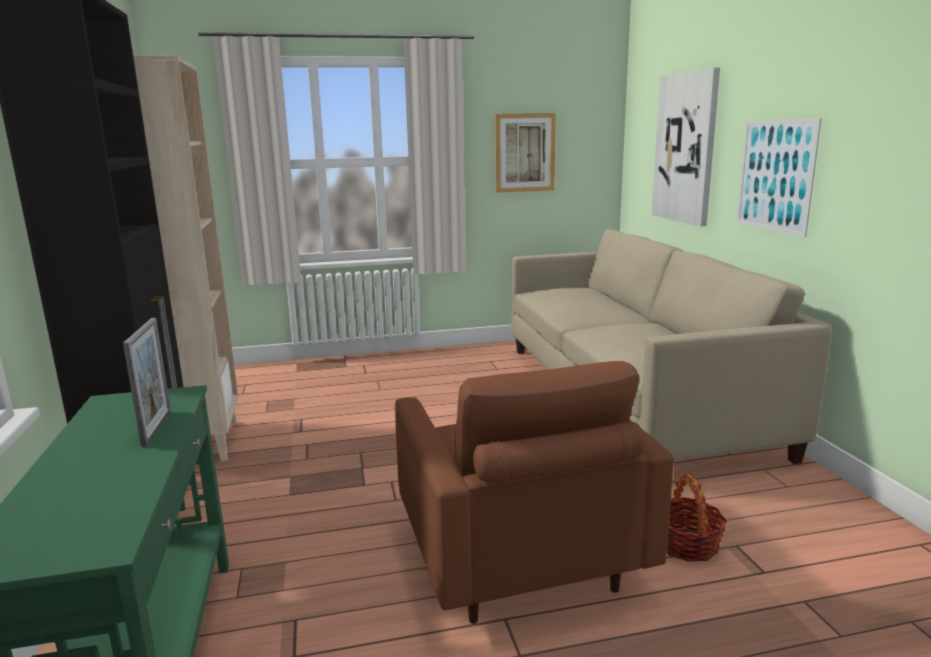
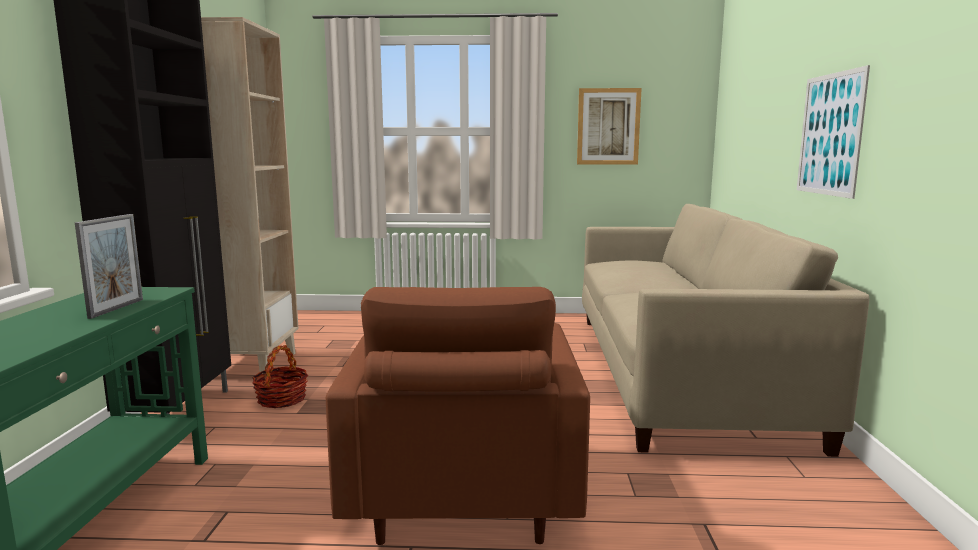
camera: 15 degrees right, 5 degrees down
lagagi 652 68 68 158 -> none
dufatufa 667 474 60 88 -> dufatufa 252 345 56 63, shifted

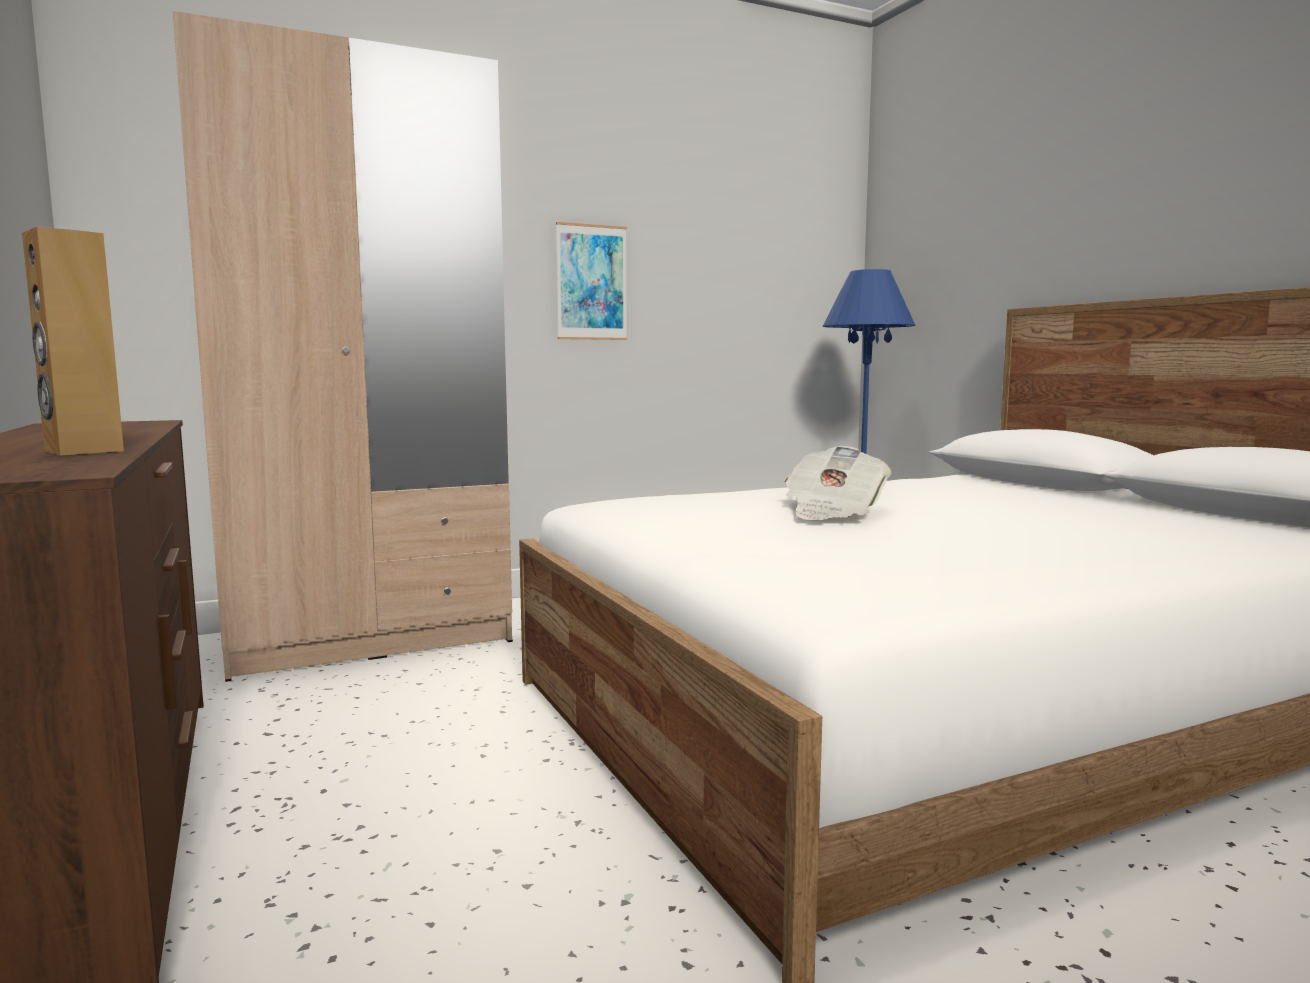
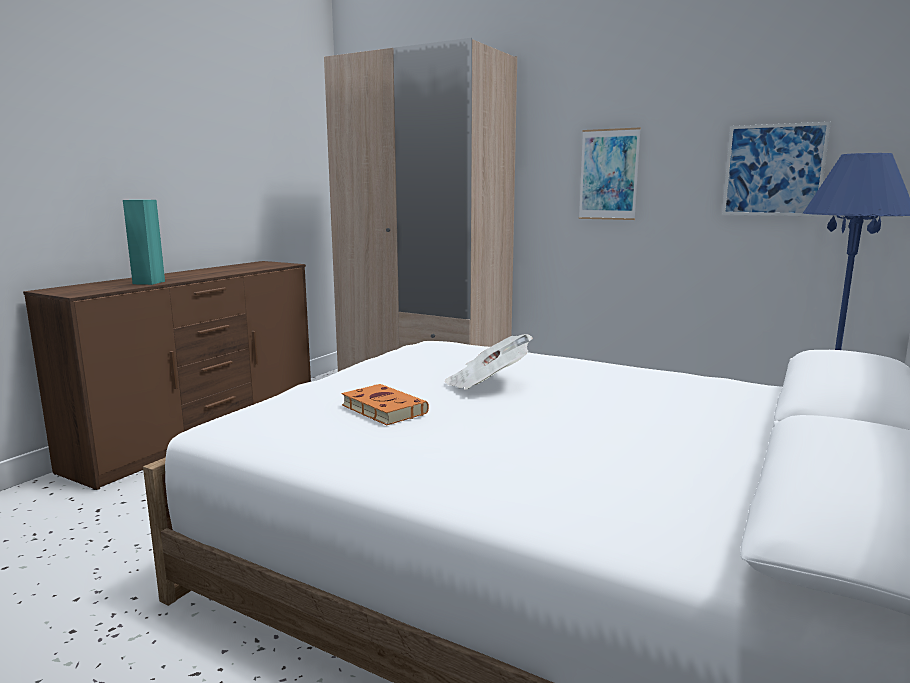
camera: 55 degrees right, 5 degrees up
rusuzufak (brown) 22 226 102 230 -> rusuzufak (turquoise) 123 200 42 85
none -> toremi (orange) 341 384 88 41
none -> lagagi 722 122 109 94

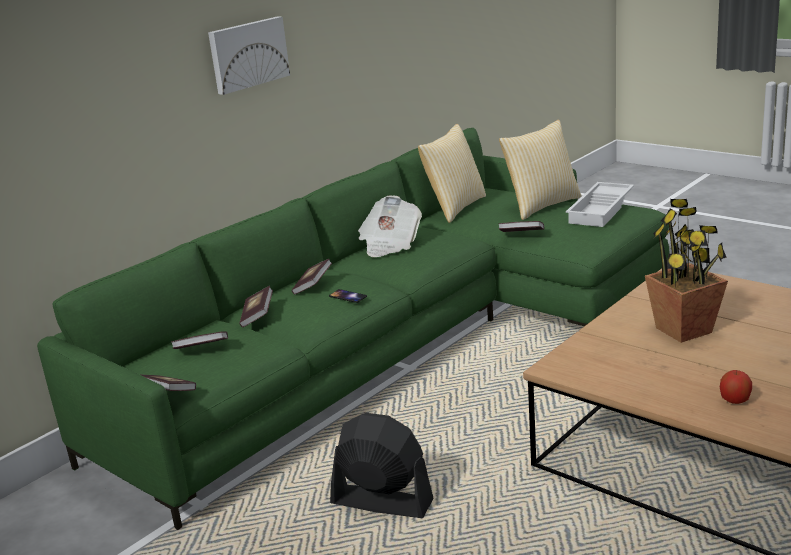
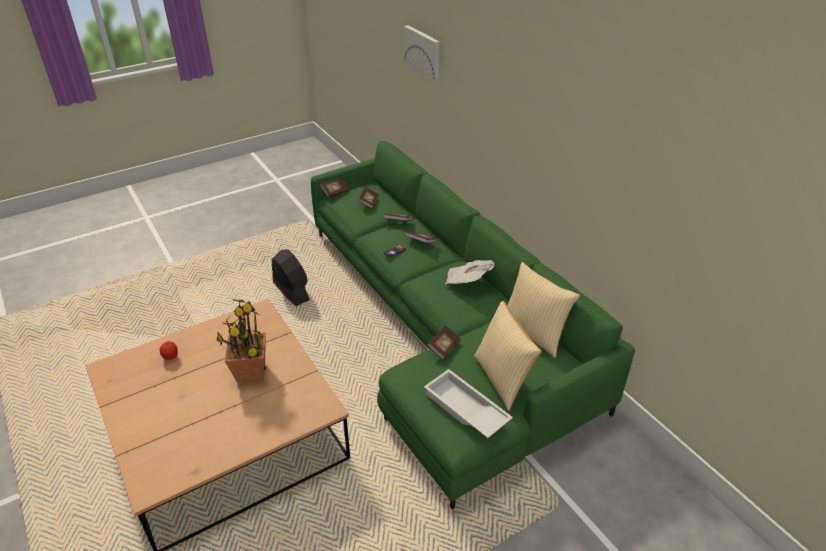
camera: 105 degrees right, 15 degrees up
lagagi 208 16 82 79 -> lagagi 404 25 36 55, shifted
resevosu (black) 330 413 104 105 -> resevosu (black) 272 250 37 56, 75 degrees counterclockwise

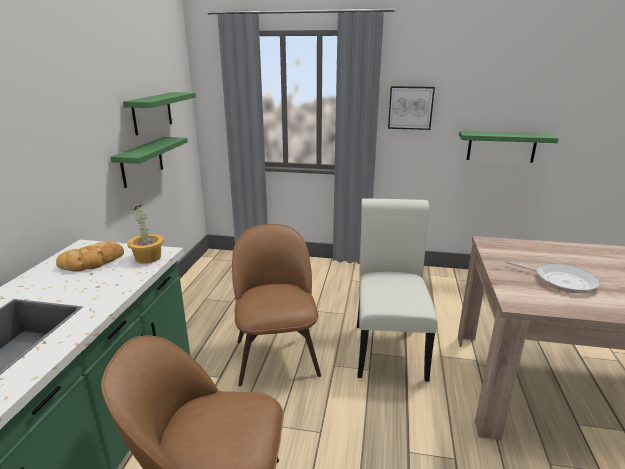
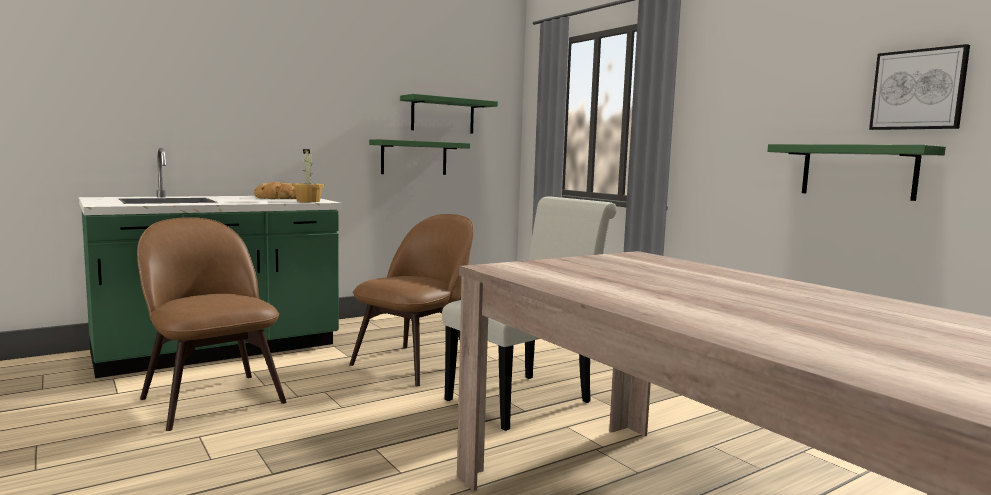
camera: 45 degrees right, 15 degrees down
lagagi 388 86 47 44 -> lagagi 869 44 101 86, shifted
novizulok 506 261 94 32 -> none

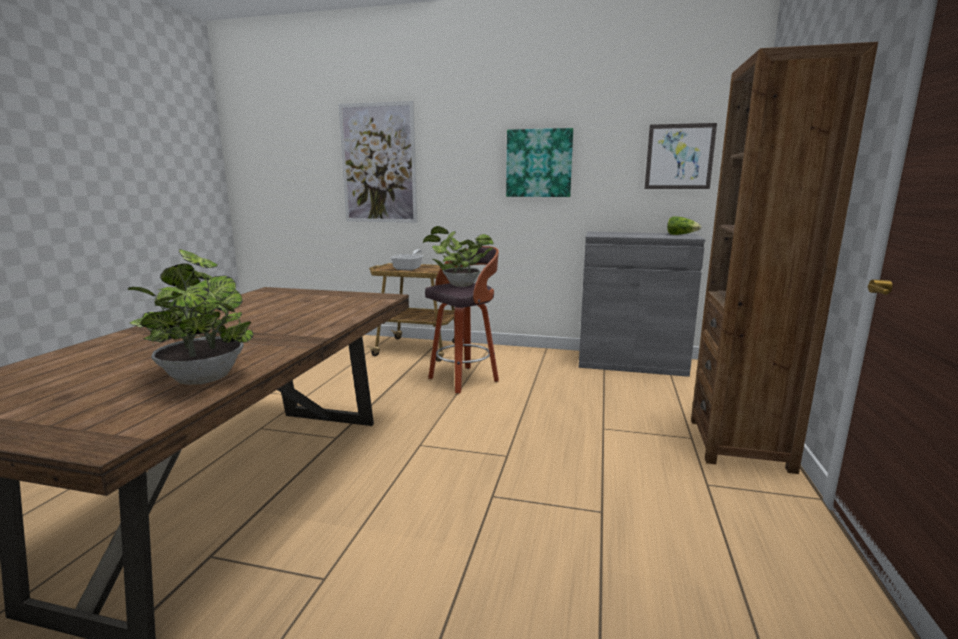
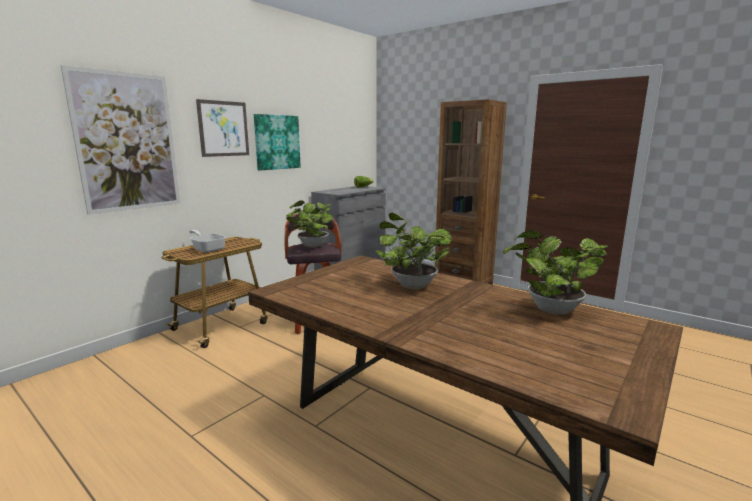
camera: 65 degrees left, 0 degrees up
lagagi 645 123 72 66 -> lagagi 196 99 53 58, shifted
none -> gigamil 375 212 76 77

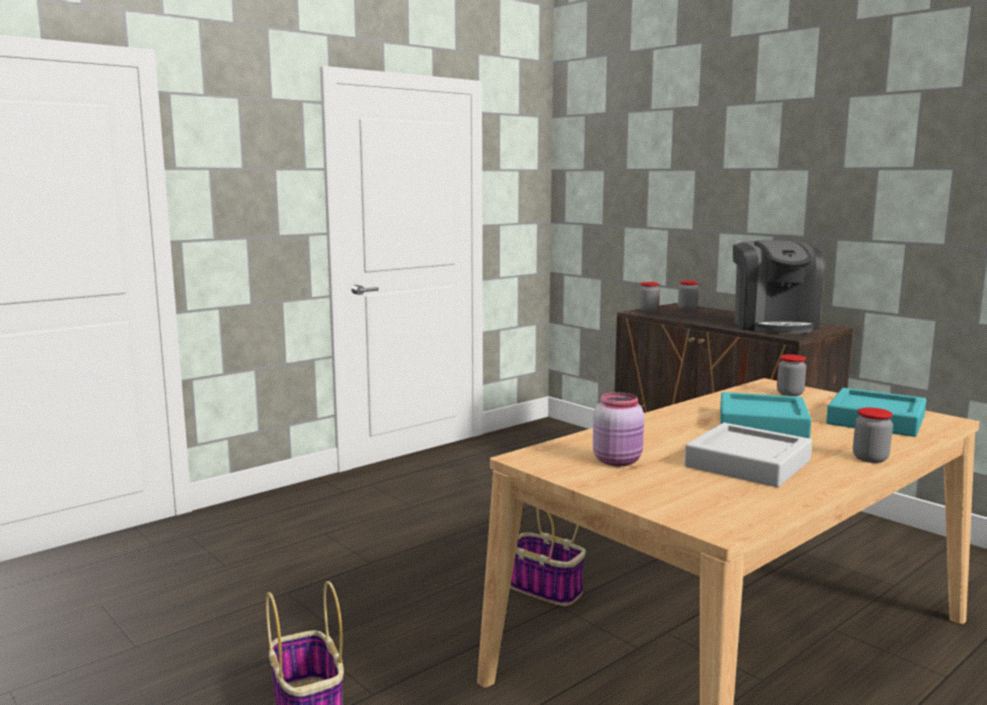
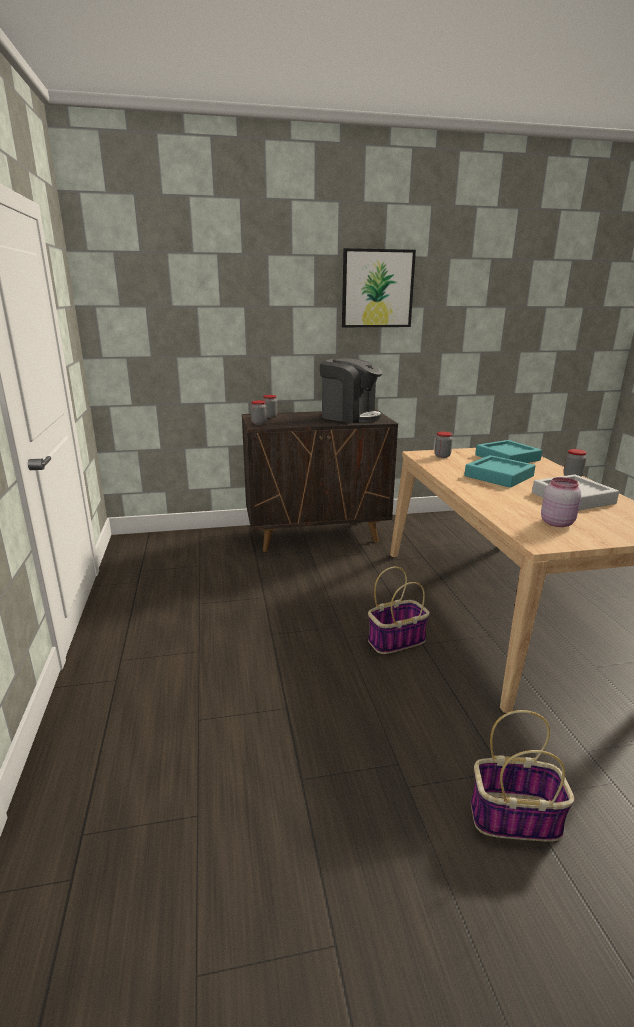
camera: 60 degrees left, 10 degrees up
none -> lagagi 342 248 74 79

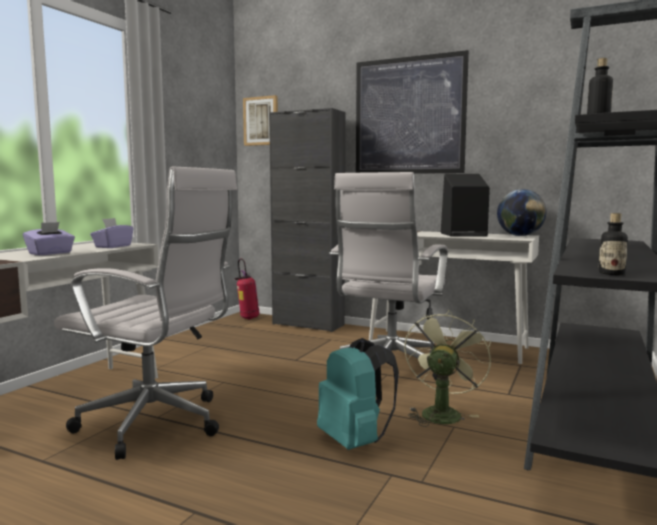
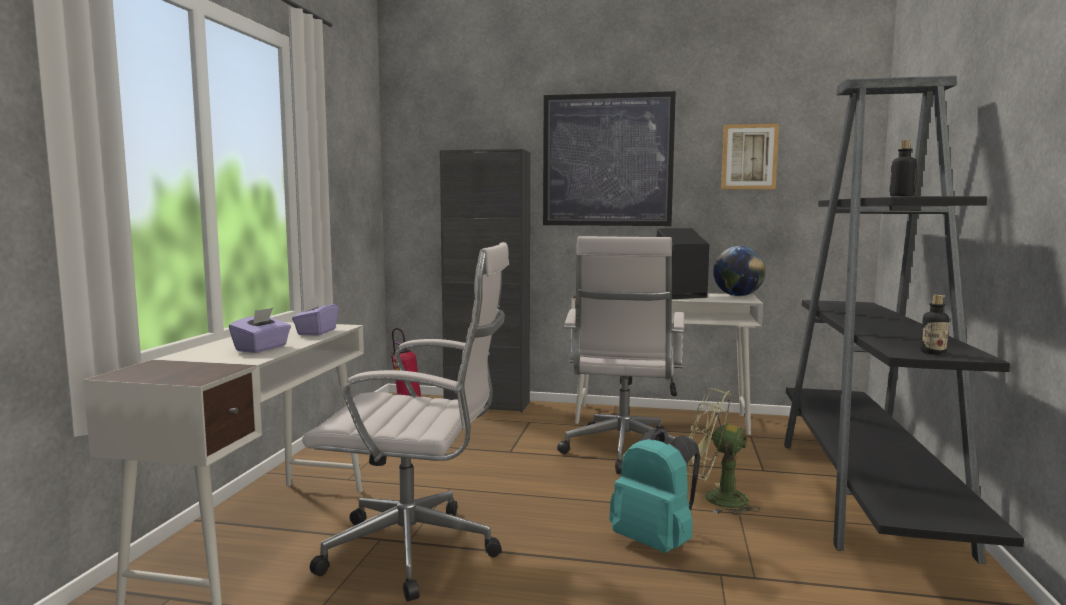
camera: 15 degrees left, 0 degrees up
lagagi 243 95 35 51 -> lagagi 721 124 58 65, shifted
resevosu (green) 405 309 86 118 -> resevosu (green) 687 388 73 127, 75 degrees counterclockwise

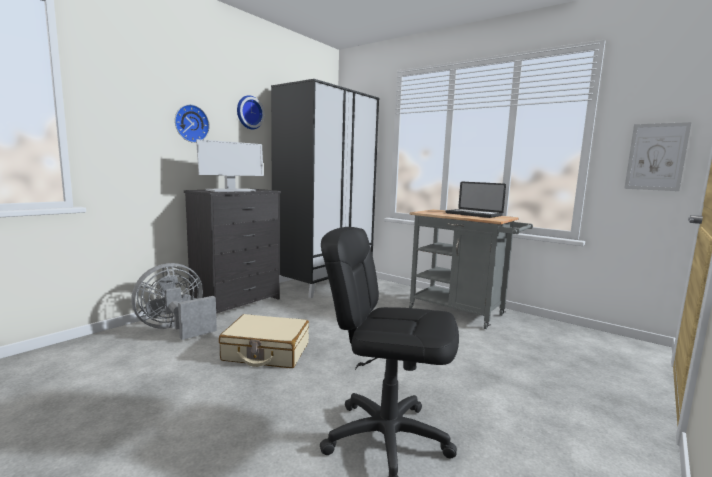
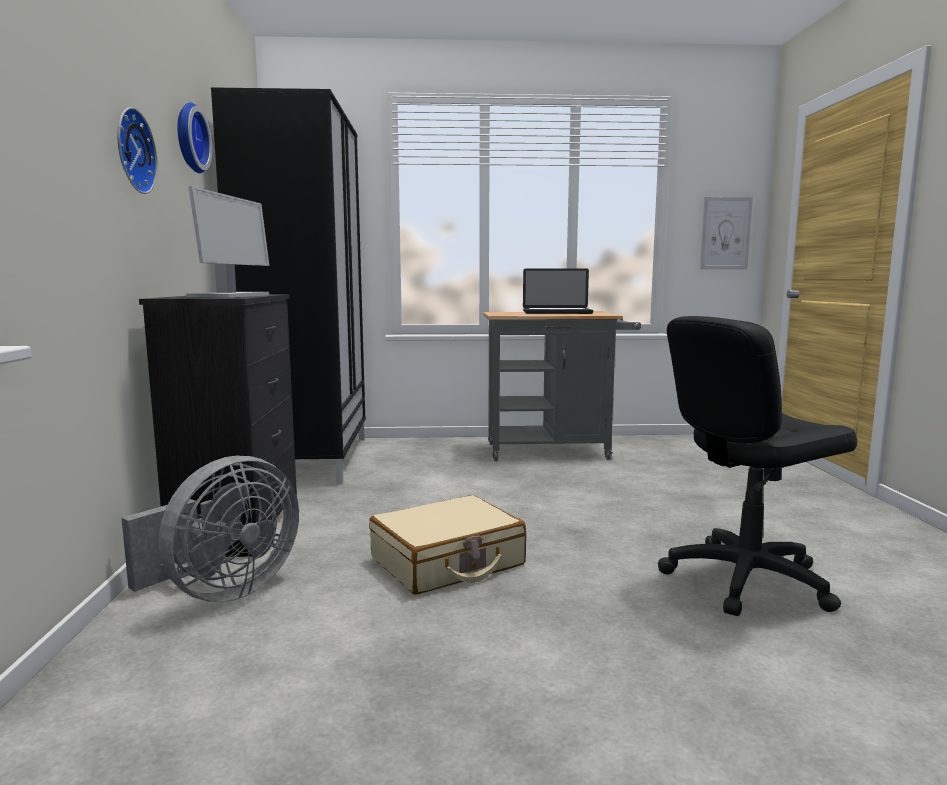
camera: 40 degrees left, 0 degrees up
resevosu (grey) 131 263 86 77 -> resevosu (grey) 121 455 178 147, 150 degrees counterclockwise

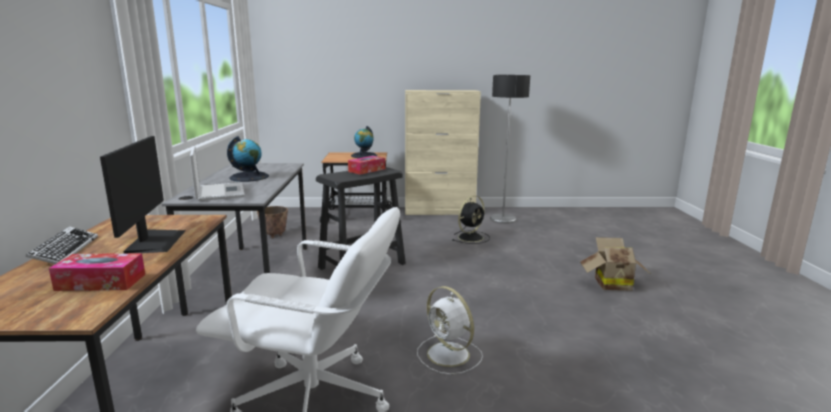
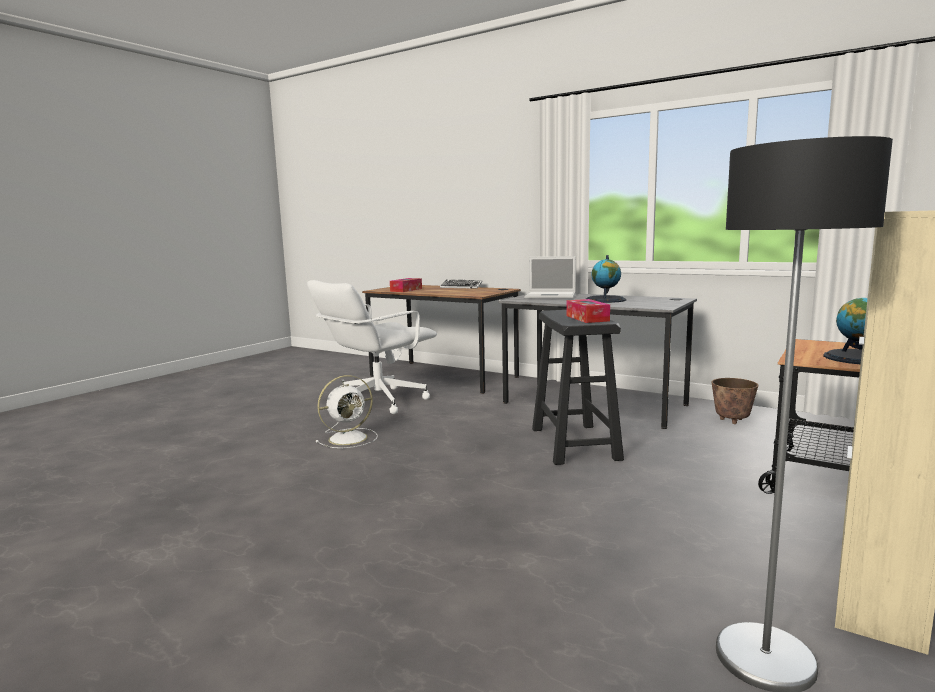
camera: 125 degrees right, 5 degrees down
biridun 100 136 86 117 -> none
resevosu (white) 417 286 66 89 -> resevosu (white) 316 375 62 73, 150 degrees clockwise
resevosu (black) 452 196 38 48 -> none
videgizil 580 237 72 54 -> none

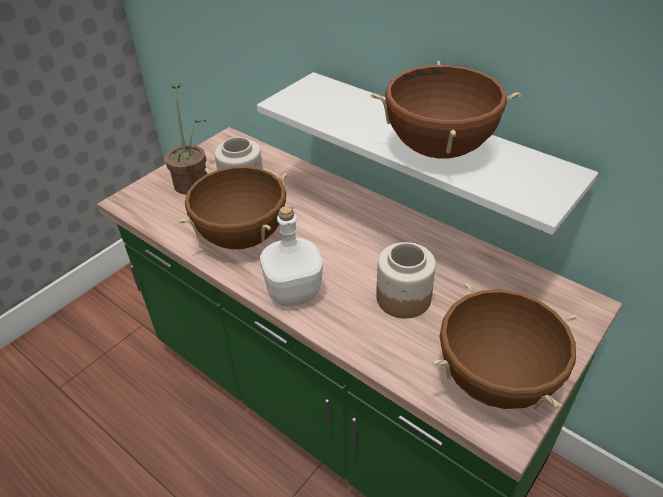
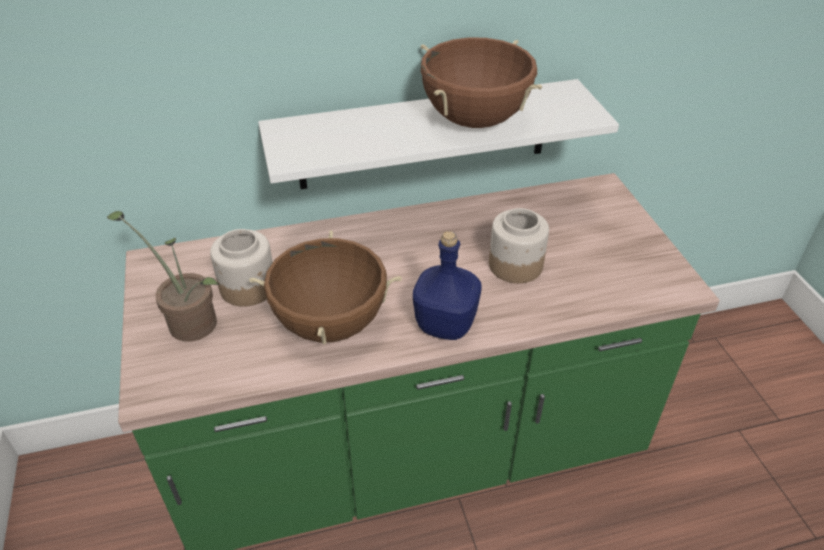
camera: 55 degrees left, 0 degrees up
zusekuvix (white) 260 206 63 100 -> zusekuvix (blue) 413 231 69 109
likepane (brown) 433 283 144 127 -> none

